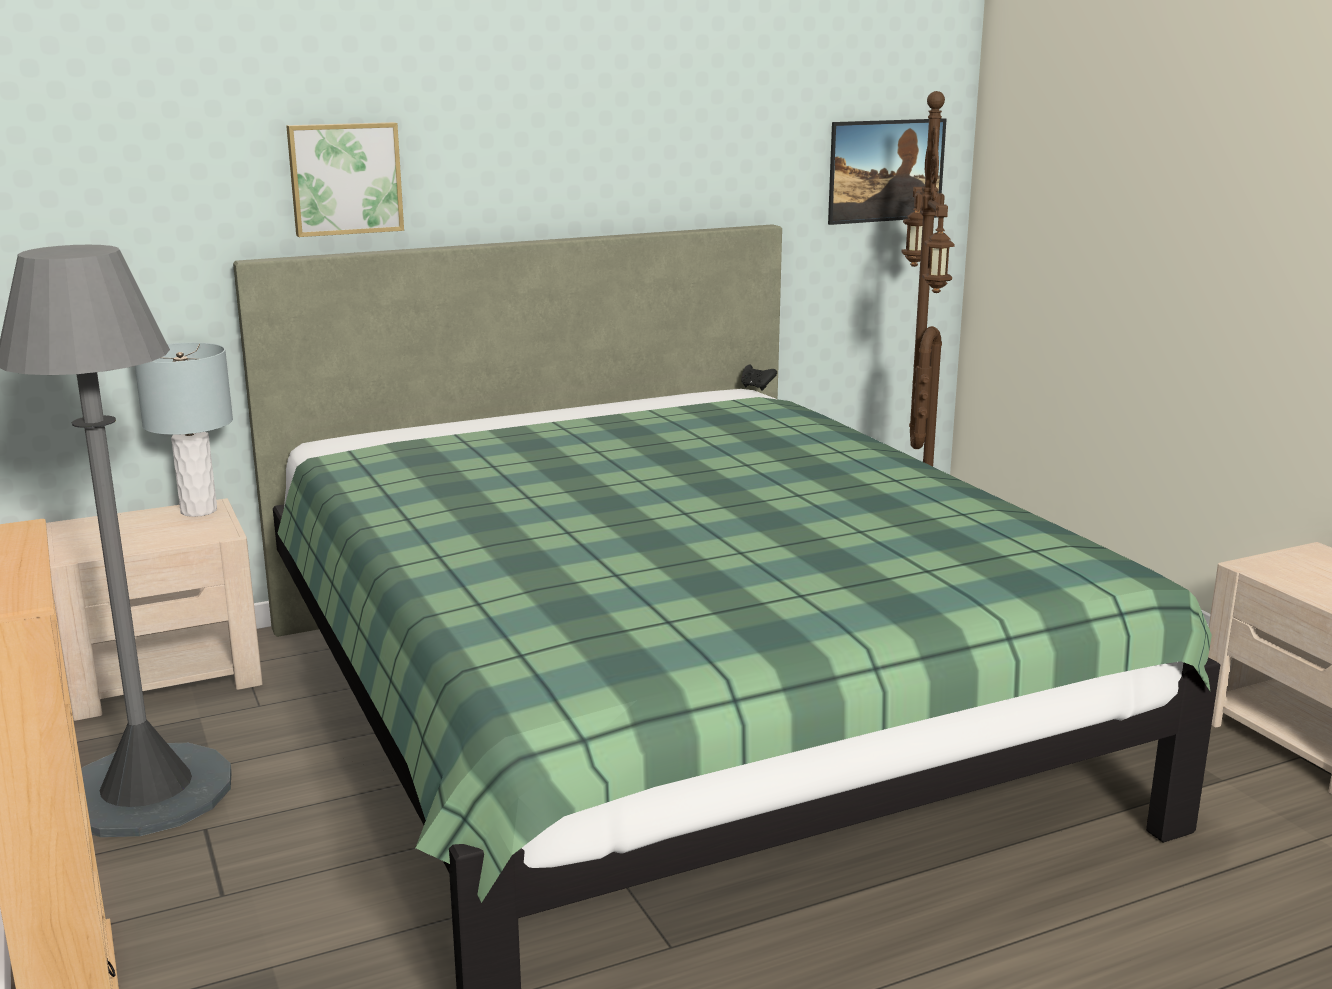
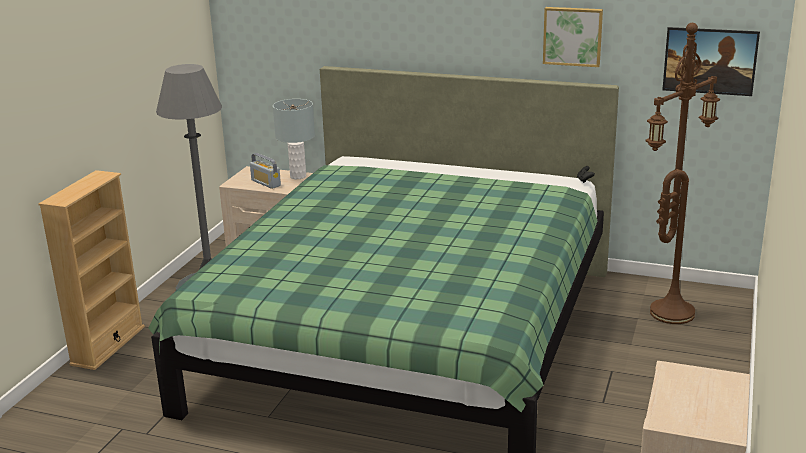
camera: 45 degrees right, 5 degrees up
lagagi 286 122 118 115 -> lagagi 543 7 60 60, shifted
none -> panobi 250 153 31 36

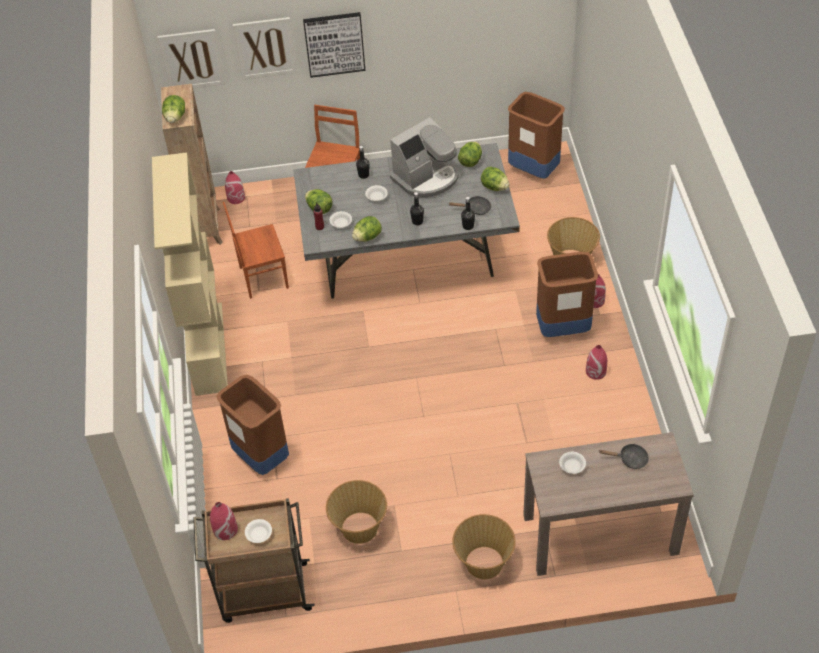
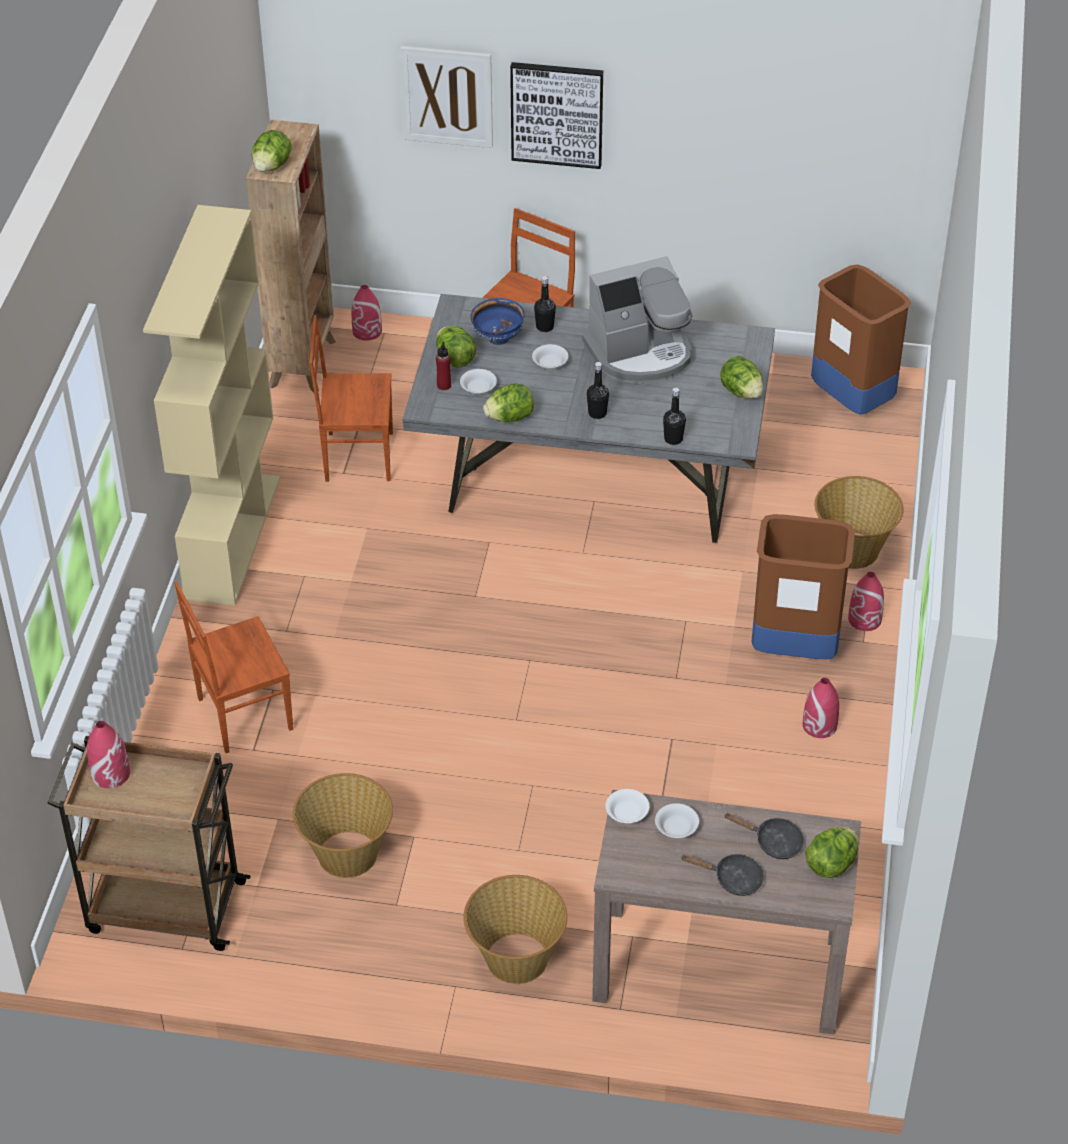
camera: 15 degrees right, 5 degrees down
lagagi 157 29 68 59 -> none
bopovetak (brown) 216 374 73 101 -> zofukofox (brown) 174 581 119 172
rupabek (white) 245 519 27 24 -> rupabek (white) 606 789 43 34, shifted
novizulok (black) 448 196 43 19 -> novizulok (black) 681 854 83 42, shifted
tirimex 458 142 24 25 -> tirimex 805 827 54 51, shifted
none -> rupabek (blue) 470 298 55 47

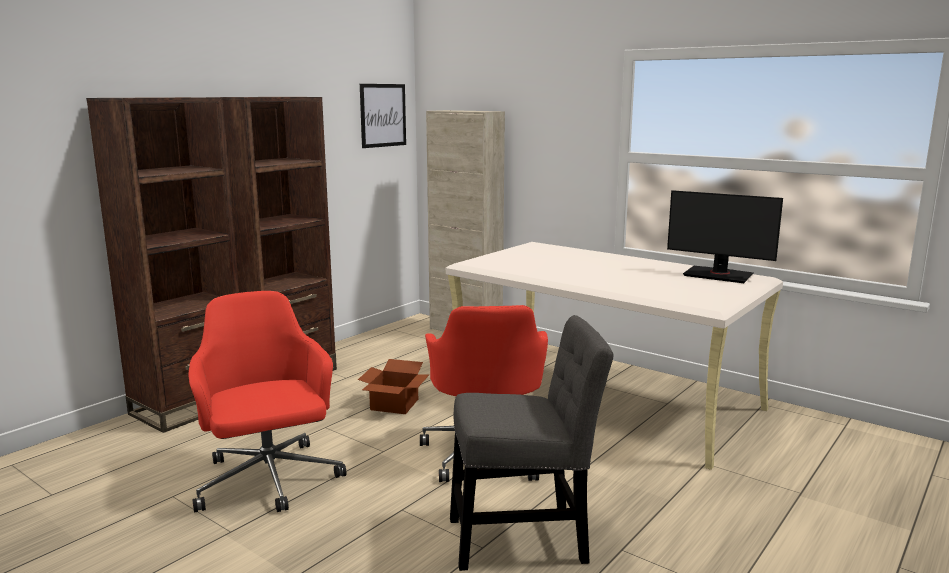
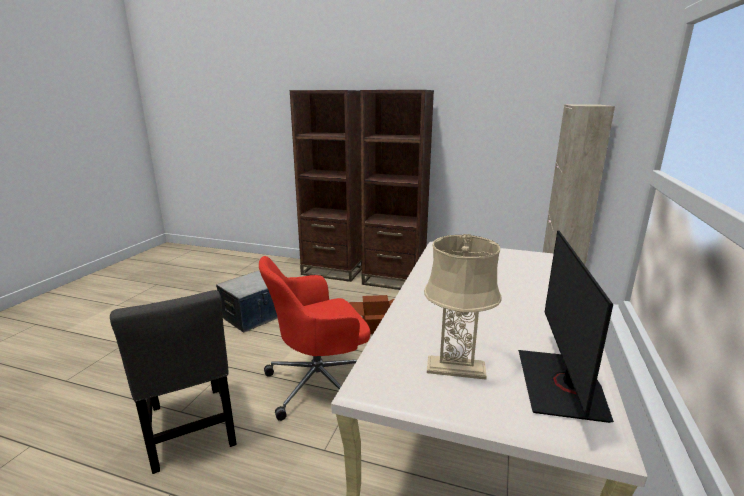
camera: 70 degrees right, 5 degrees up
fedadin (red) 188 291 158 222 -> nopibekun 216 270 62 63
lagagi 360 84 46 64 -> none
none -> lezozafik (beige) 424 234 77 146

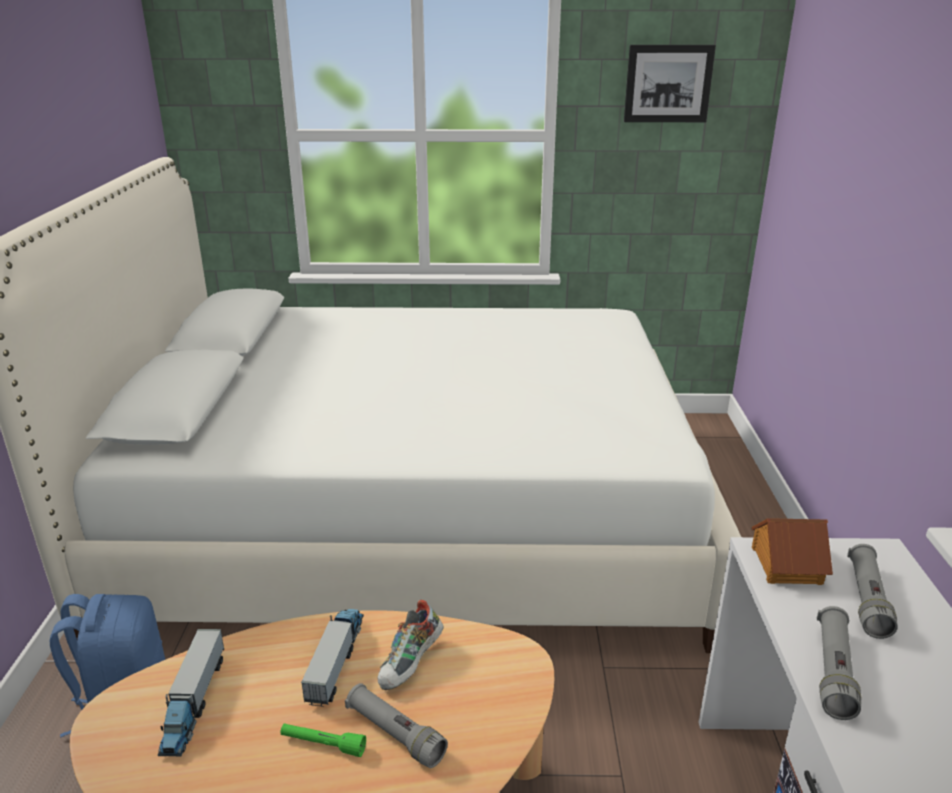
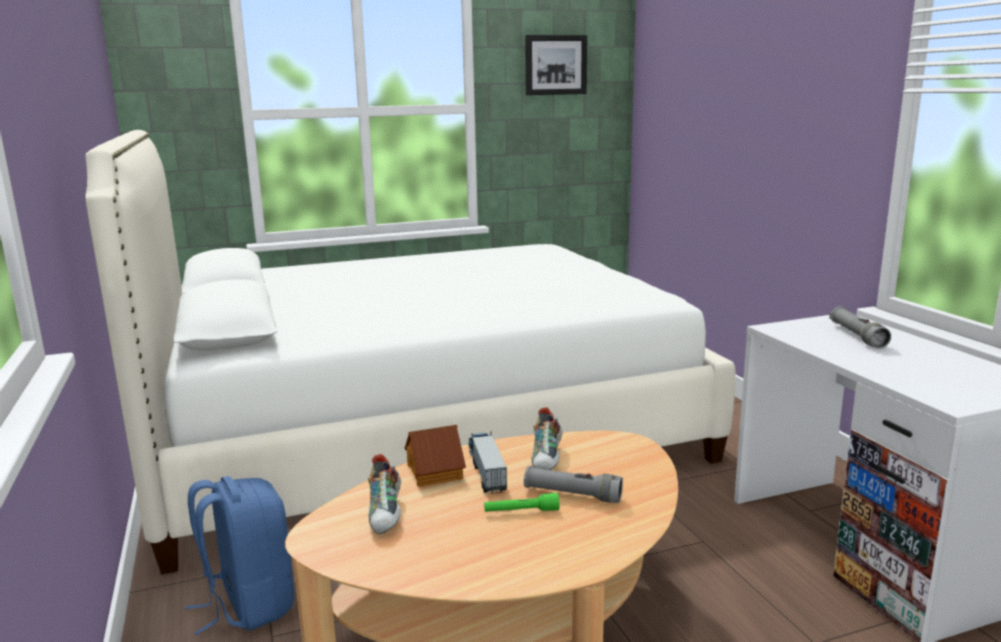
camera: 20 degrees left, 10 degrees down
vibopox 158 629 66 127 -> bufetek 368 454 33 80
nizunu 752 518 81 67 -> nizunu 405 425 61 62, shifted
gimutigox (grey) 817 606 45 114 -> none

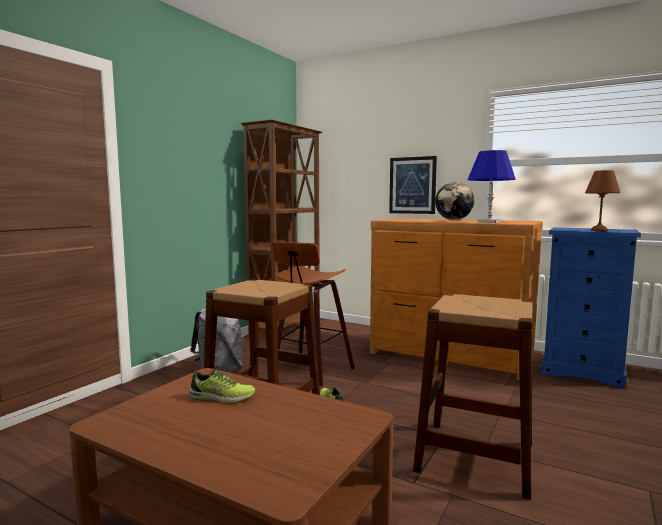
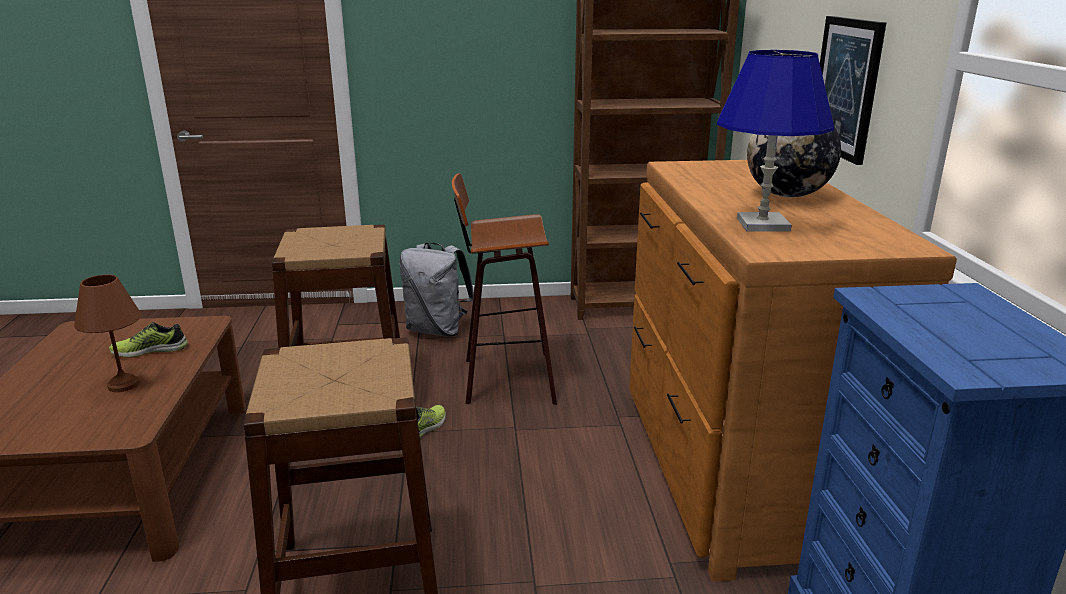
camera: 55 degrees right, 15 degrees up
bufetek 189 369 66 34 -> bufetek 109 322 79 36, 105 degrees clockwise
lezozafik (brown) 585 170 35 61 -> lezozafik (brown) 74 275 67 117, shifted

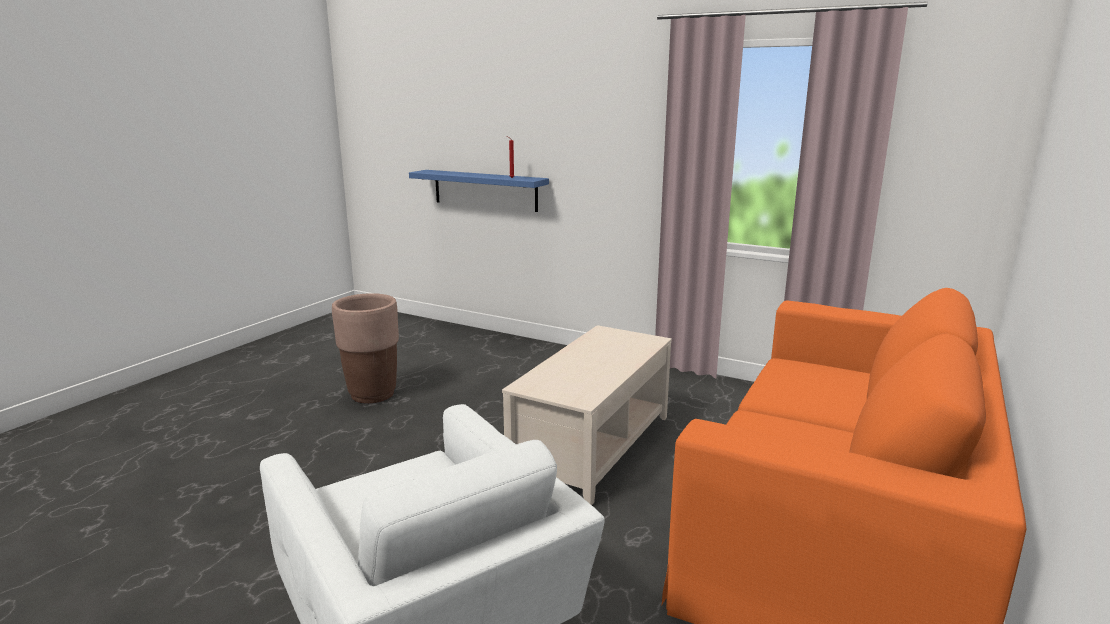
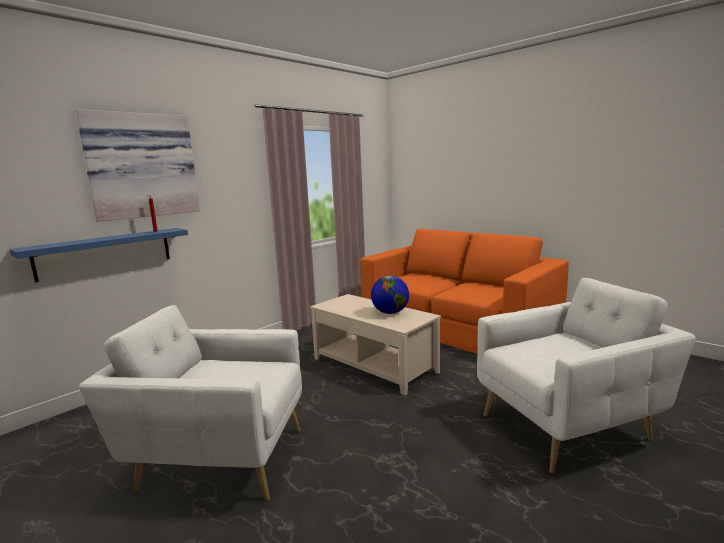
camera: 75 degrees left, 5 degrees down
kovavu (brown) 332 293 67 110 -> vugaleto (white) 79 305 223 196
none -> lagagi 76 109 124 113
none -> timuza 371 276 38 38

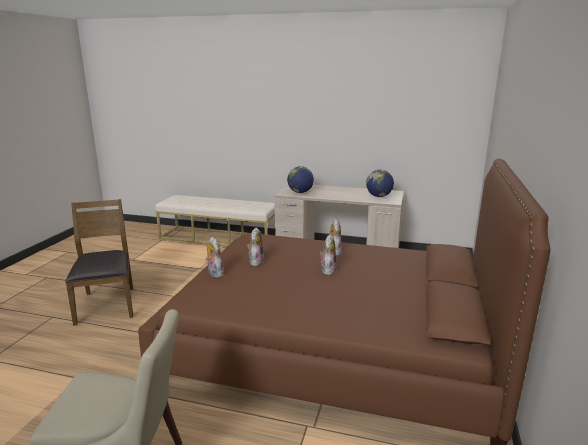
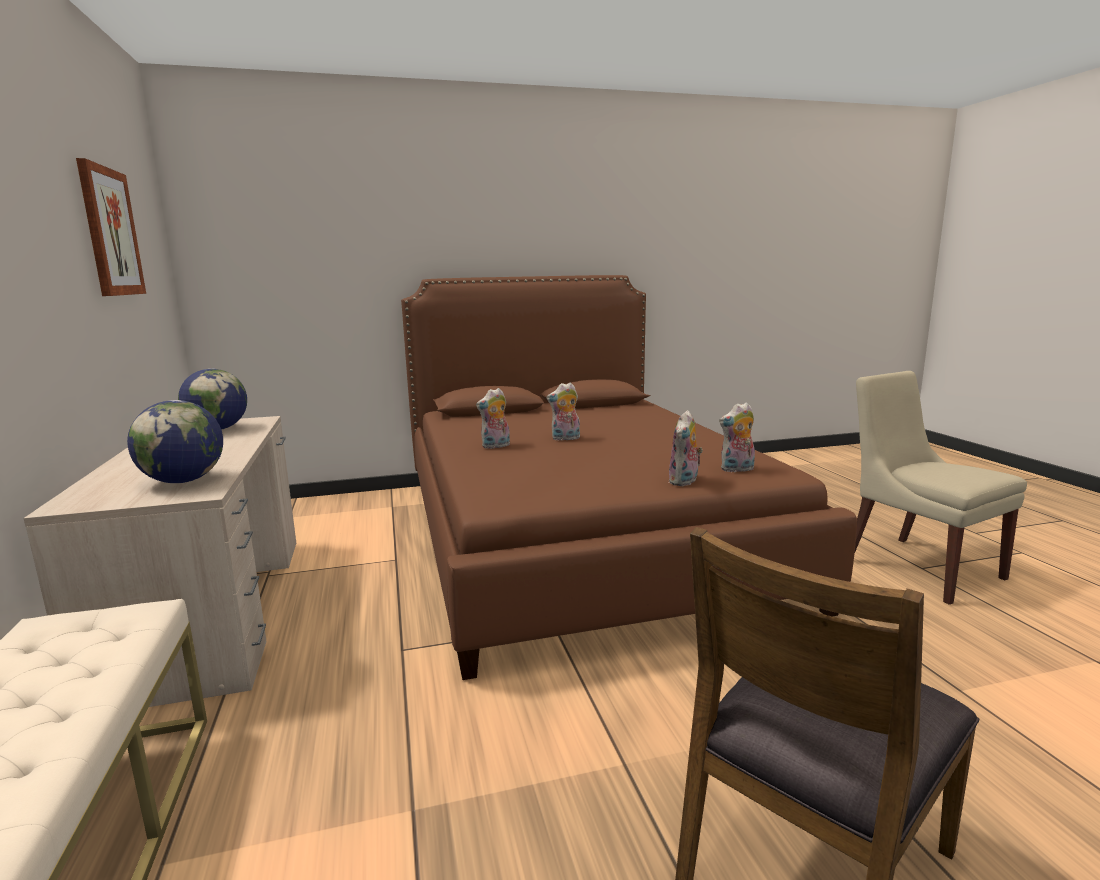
camera: 120 degrees left, 5 degrees down
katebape 247 227 17 39 -> katebape 719 402 36 70, shifted
none -> lagagi 76 158 70 138

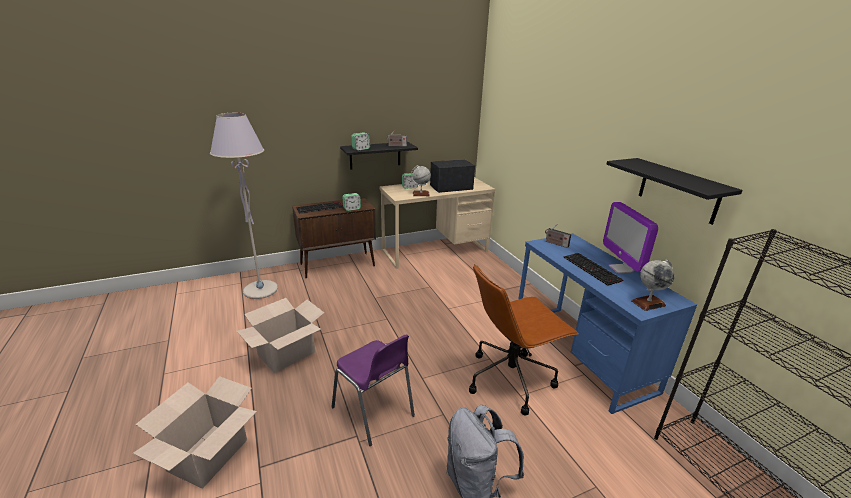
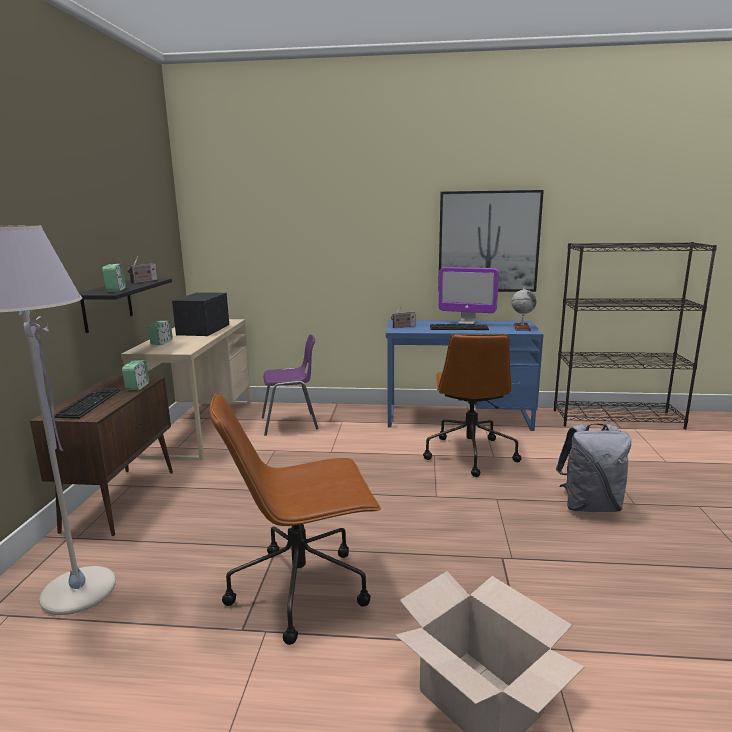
camera: 60 degrees left, 10 degrees down
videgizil 236 298 88 75 -> fedadin (brown) 210 392 171 253
zofukofox (purple) 332 334 83 112 -> zofukofox (purple) 262 334 56 102, shifted
timuza 411 165 20 31 -> none
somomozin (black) 606 158 137 67 -> lagagi 438 190 106 102

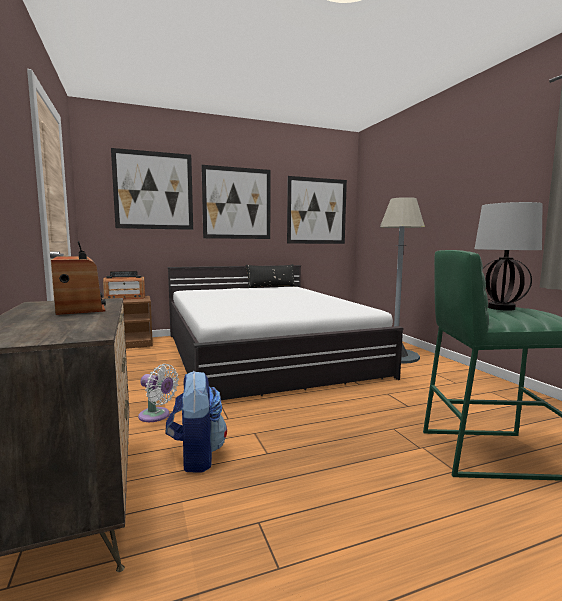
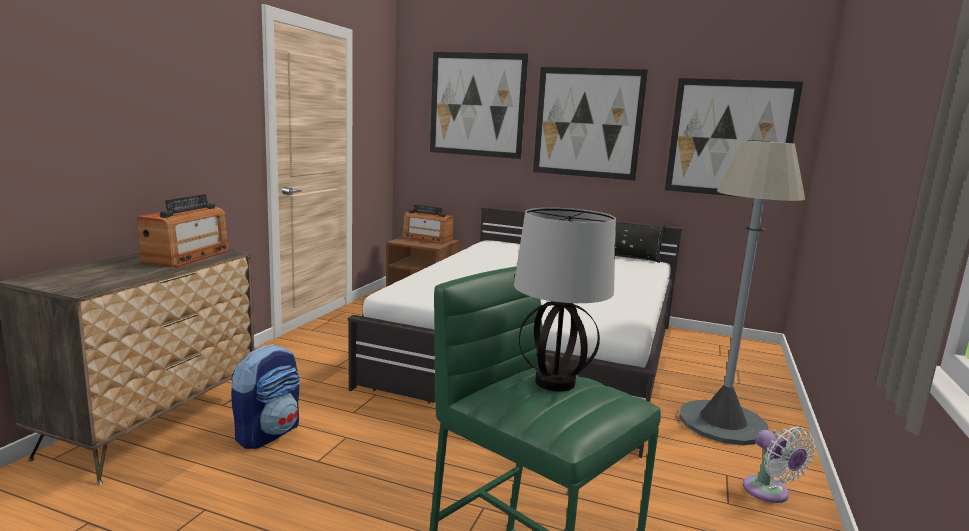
camera: 40 degrees right, 5 degrees up
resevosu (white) 138 364 41 58 -> resevosu (white) 743 427 72 76, shifted

